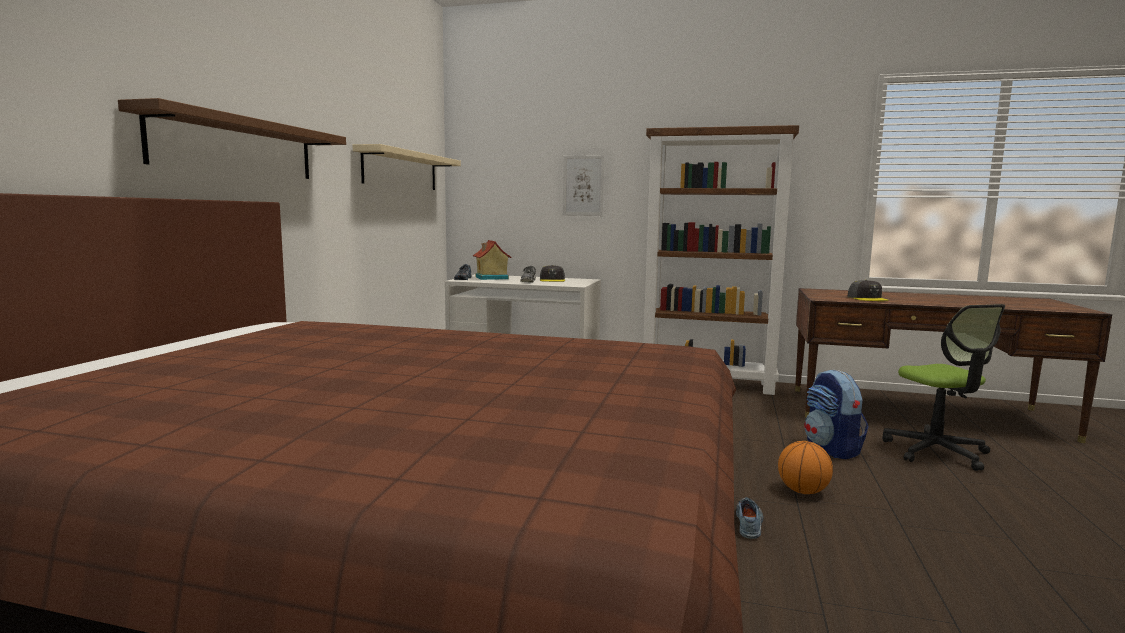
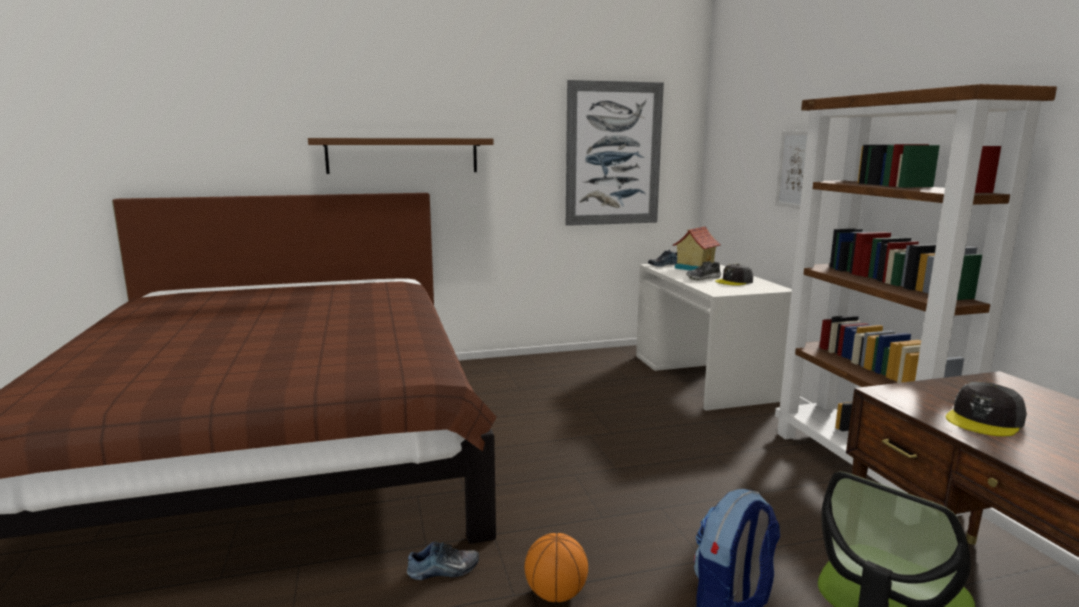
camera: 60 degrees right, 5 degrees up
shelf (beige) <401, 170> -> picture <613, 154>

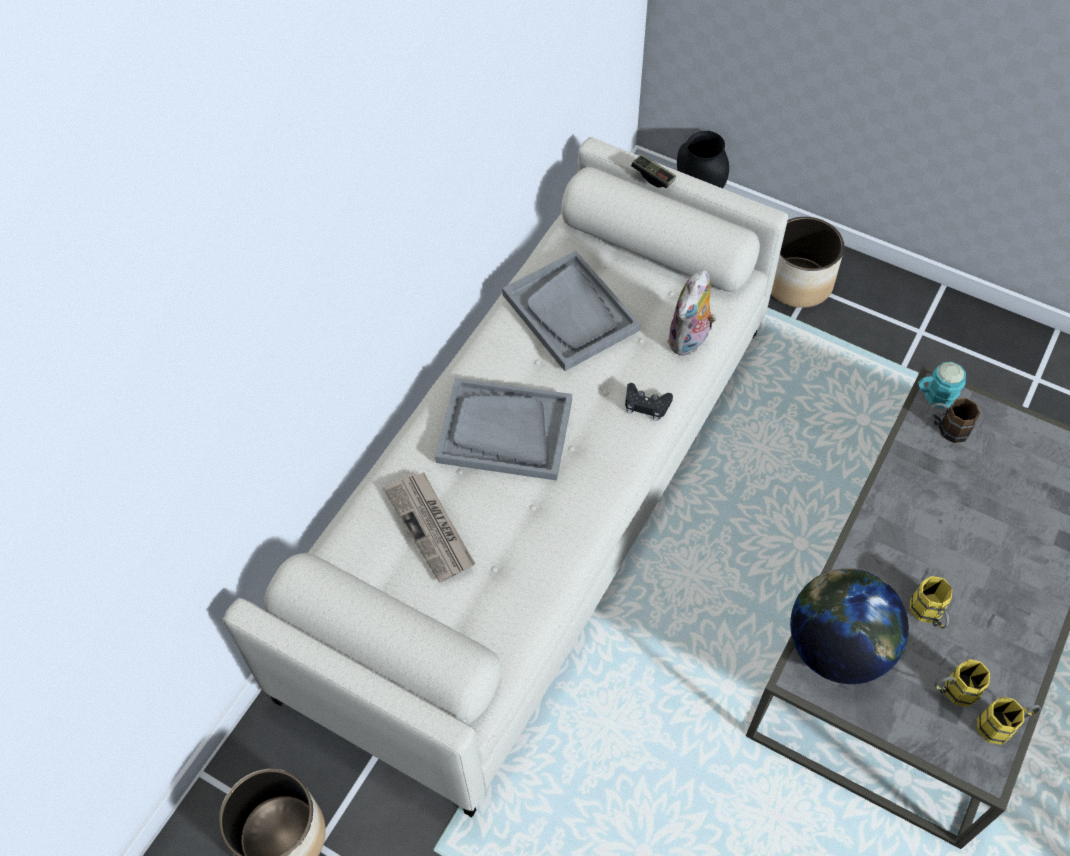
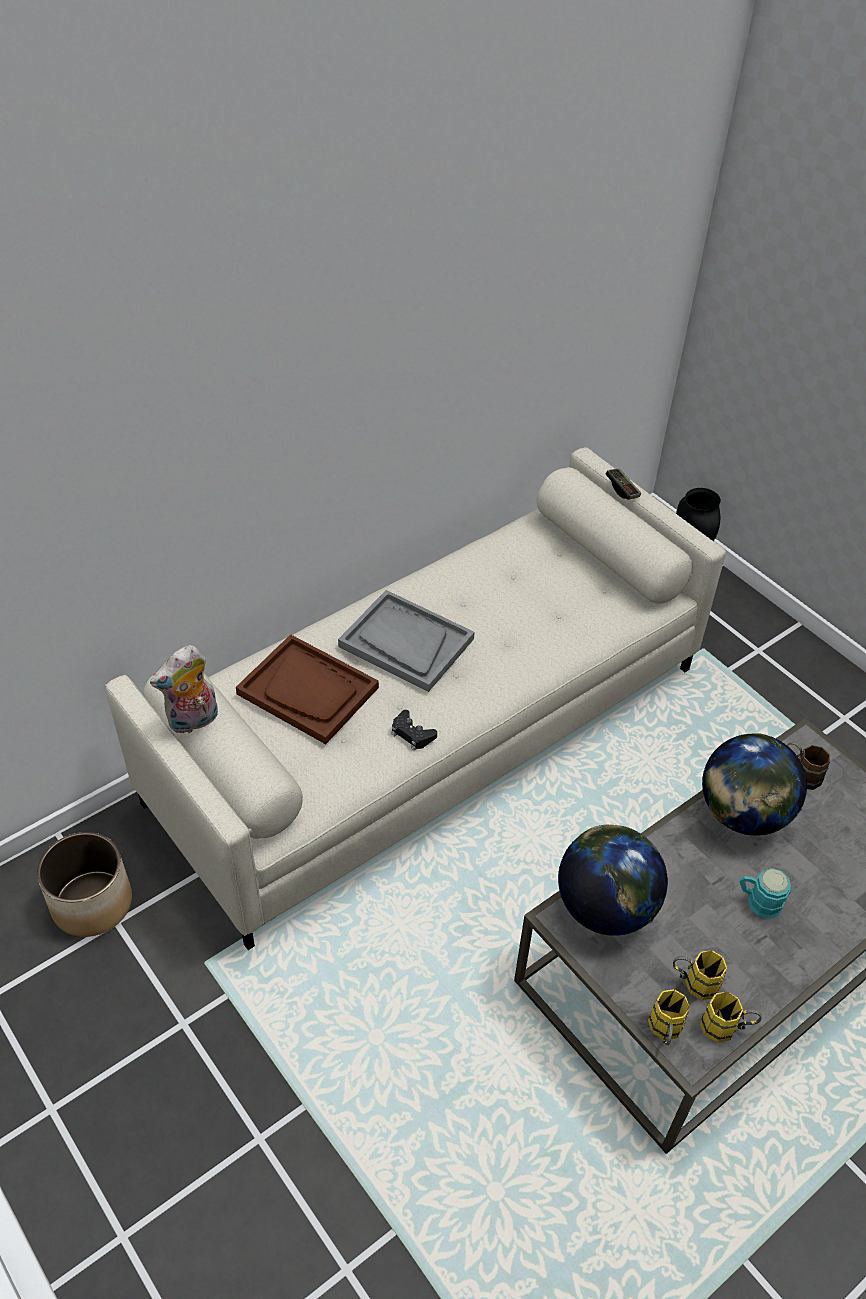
camera: 20 degrees right, 10 degrees down
tray (grey) <570, 313> -> none
planter <798, 282> -> none
none -> globe <742, 814>
game controller (black) <646, 405> -> game controller (black) <412, 734>, shifted
plush toy <689, 341> -> plush toy <193, 721>, shifted
mug (yellow) <929, 615> -> mug (yellow) <665, 1031>, shifted
mug (turquoise) <934, 395> -> mug (turquoise) <758, 901>, shifted
newspaper <431, 527> -> tray (brown) <308, 691>

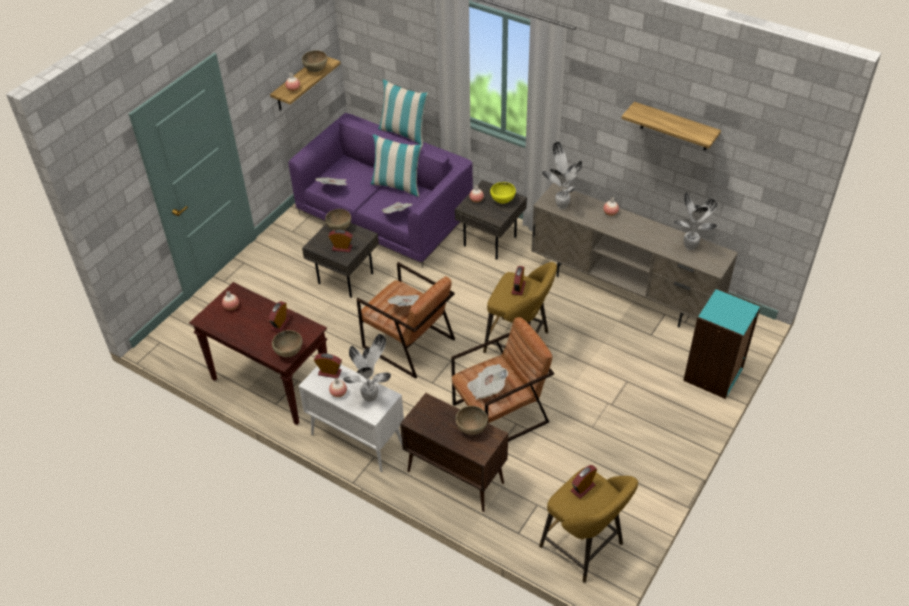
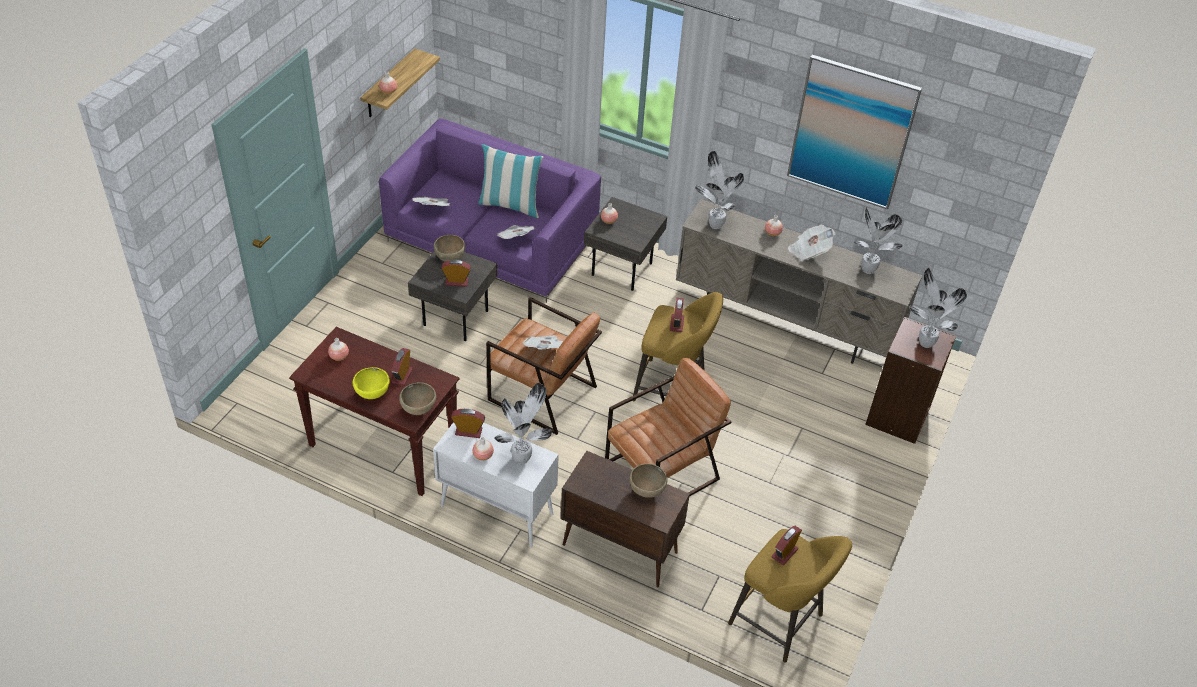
camera: 10 degrees left, 0 degrees up
bowl (brown) <316, 70> -> none
pillow <403, 133> -> none
none -> potted plant <924, 342>
newspaper <487, 388> -> newspaper <809, 251>, shifted
bowl (yellow) <502, 201> -> bowl (yellow) <372, 394>, shifted
shelf <674, 127> -> picture <851, 132>
bookcase (turquoise) <714, 375> -> bookcase (brown) <898, 416>

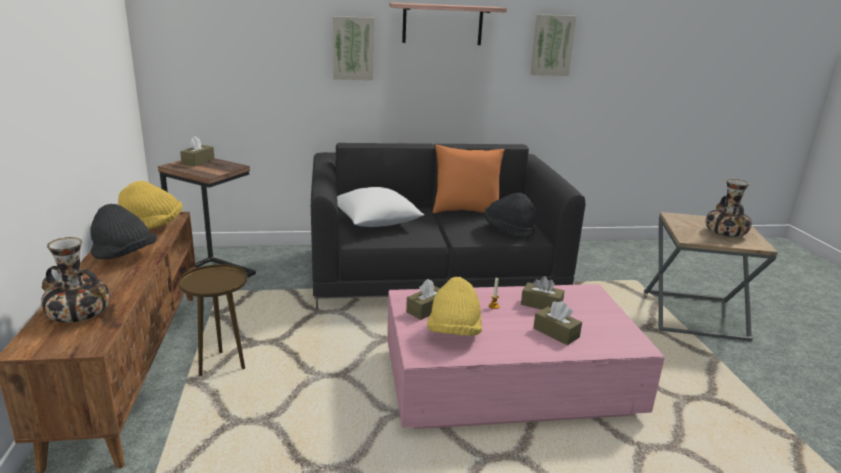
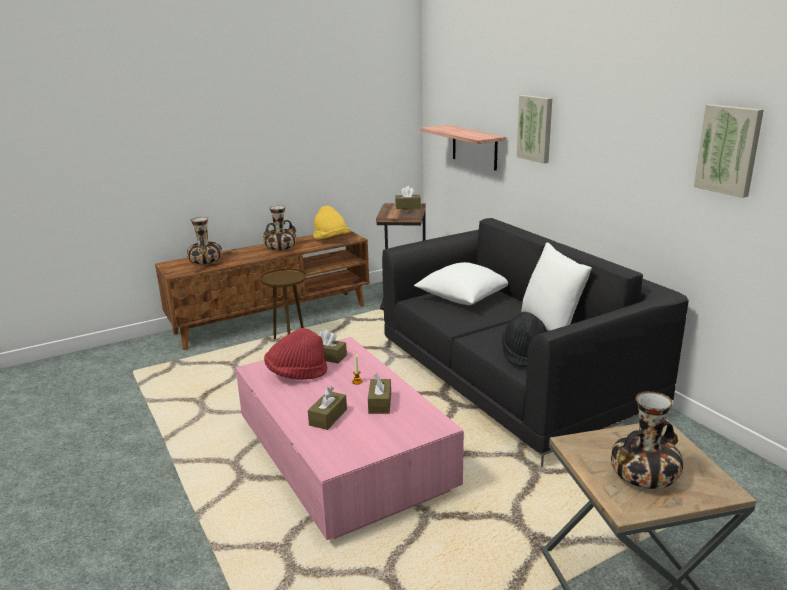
camera: 70 degrees right, 0 degrees up
shelf <442, 24> -> shelf <474, 147>, shifted
hat (black) <124, 256> -> vase <281, 248>
hat (yellow) <454, 333> -> hat (red) <296, 374>
pillow (orange) <465, 211> -> pillow (white) <551, 325>

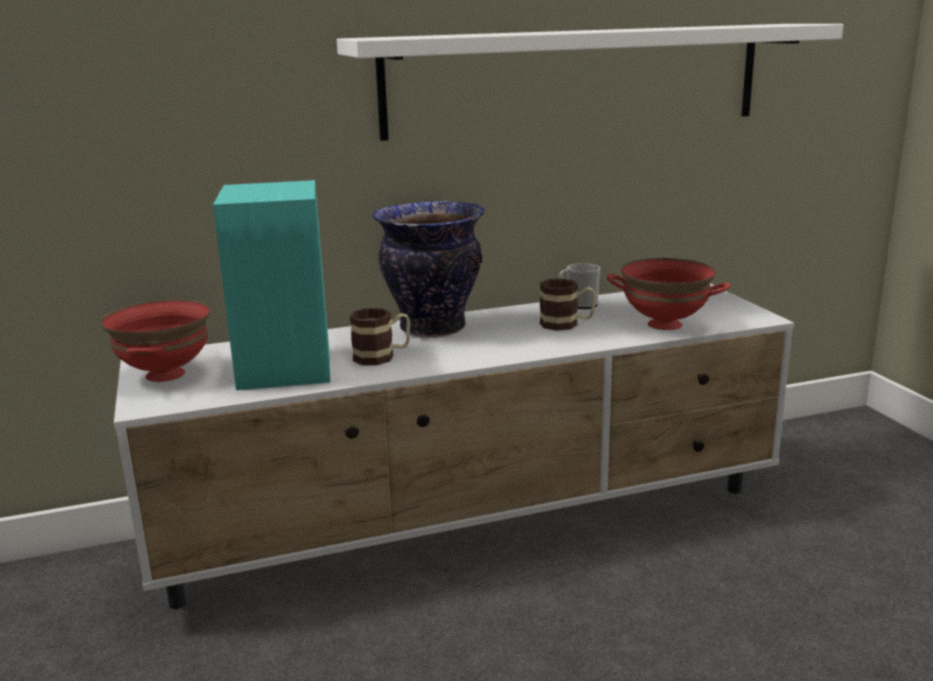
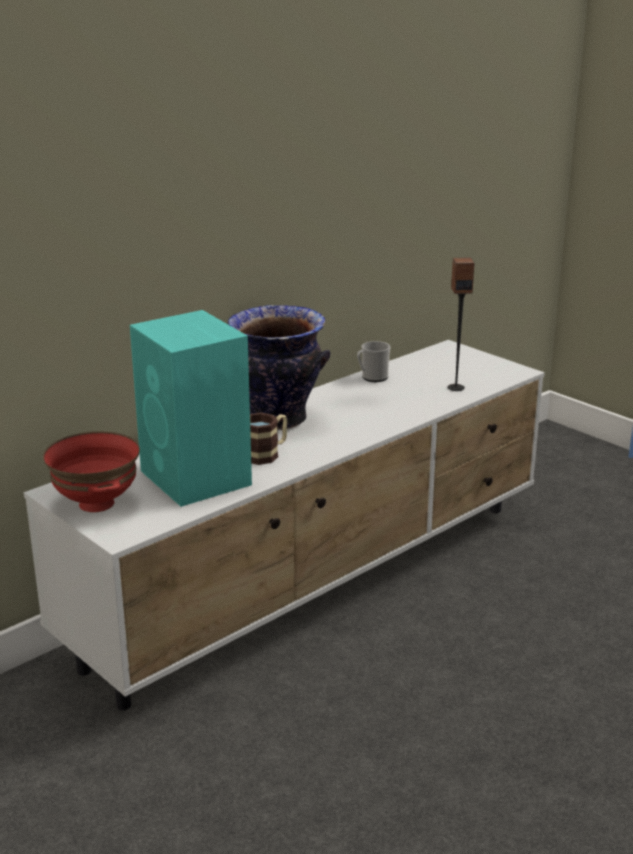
camera: 25 degrees left, 5 degrees up
shelf (white) <576, 79> -> none
mug <567, 324> -> none
bowl (red) <665, 324> -> speaker <456, 387>

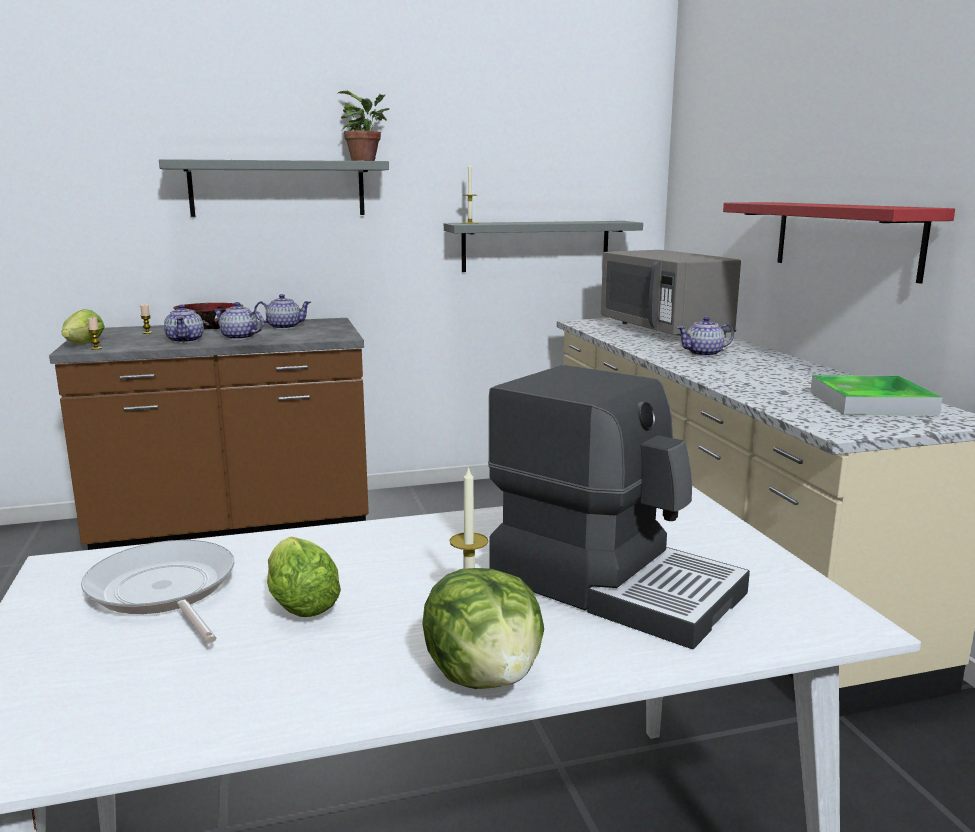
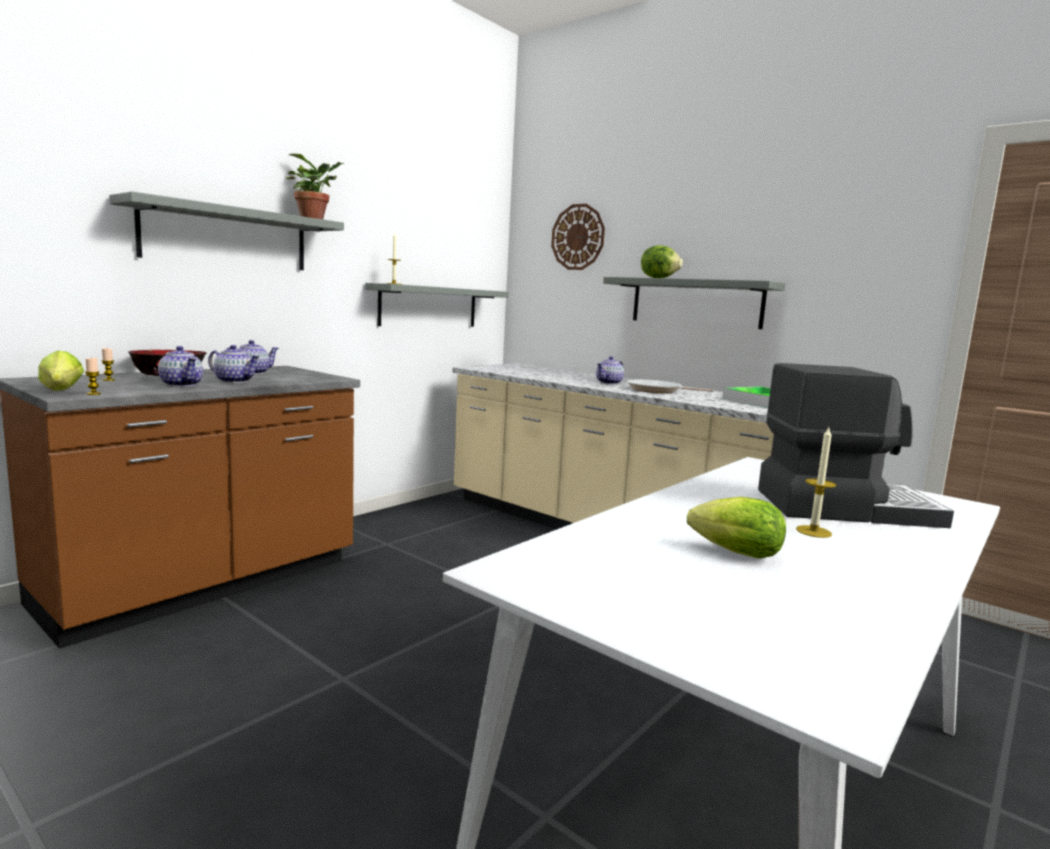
camera: 35 degrees left, 5 degrees down
microwave (grey) <664, 330> -> none
none -> wall clock <578, 237>
frying pan <164, 591> -> frying pan <657, 390>, shifted
lettuce <486, 676> -> lettuce <659, 278>, shifted
shelf (red) <846, 238> -> shelf (grey) <696, 302>
teapot <239, 337> -> teapot <234, 381>, 150 degrees counterclockwise

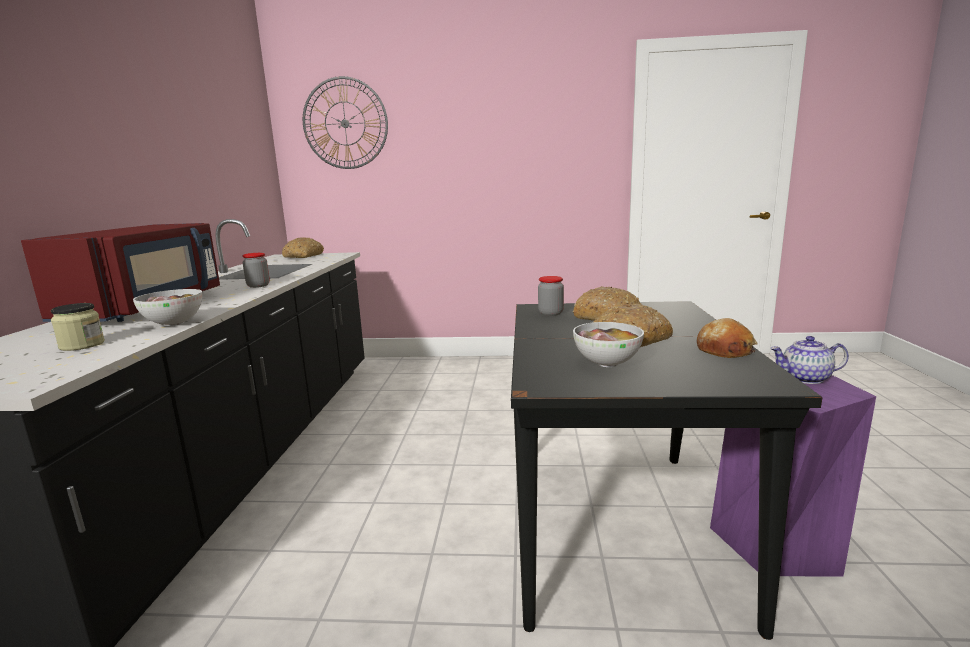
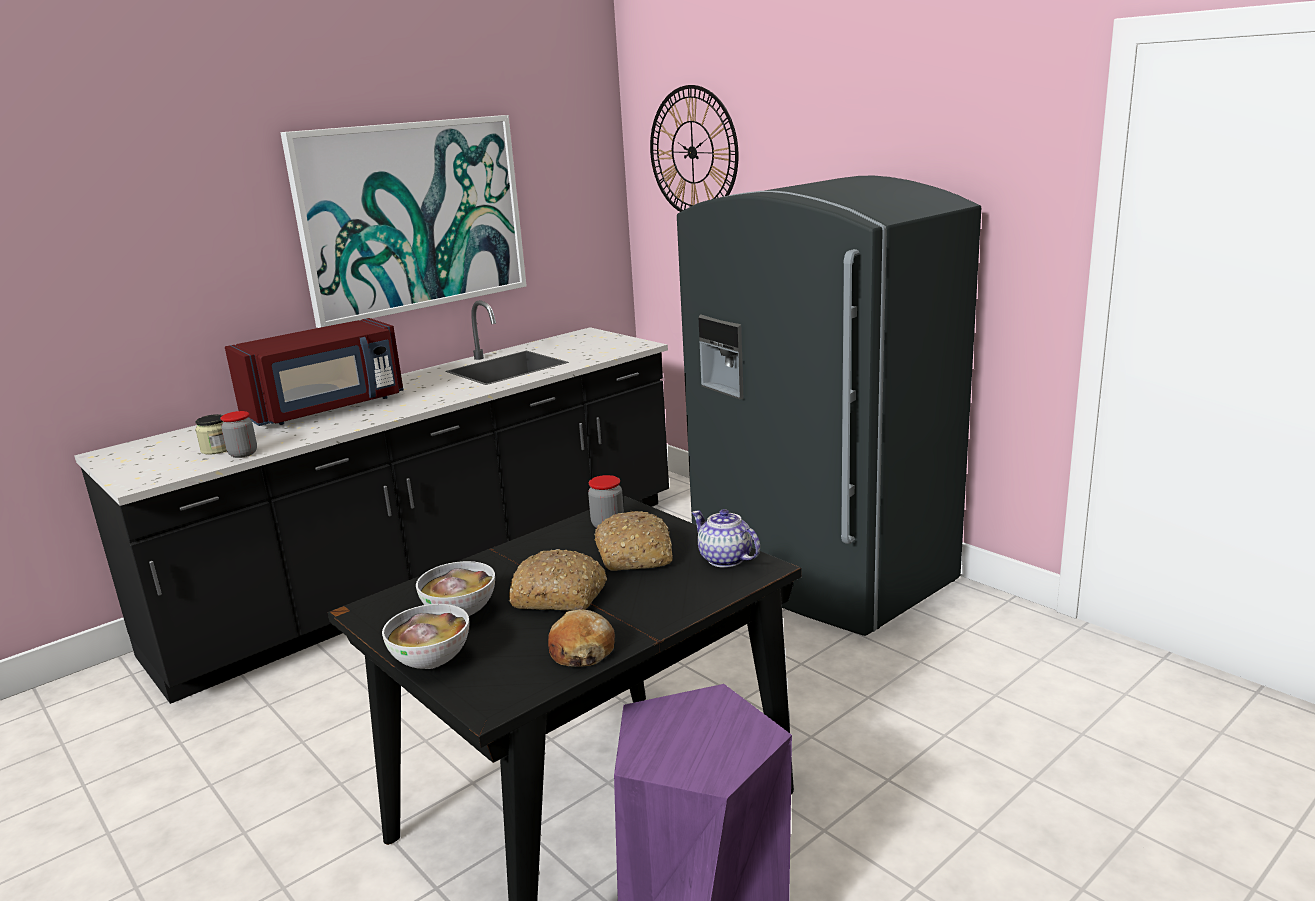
camera: 45 degrees right, 5 degrees up
bread <303, 256> -> none
none -> picture <413, 216>
none -> fridge (grey) <819, 574>
bowl <174, 323> -> bowl <432, 661>, shifted
jar <258, 286> -> jar <243, 454>, shifted
teapot <805, 378> -> teapot <724, 559>, shifted

